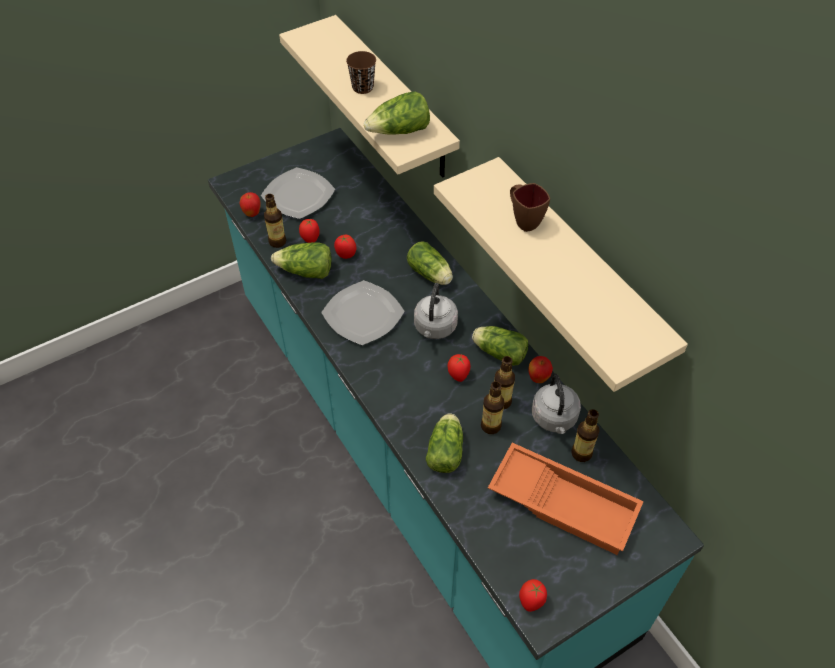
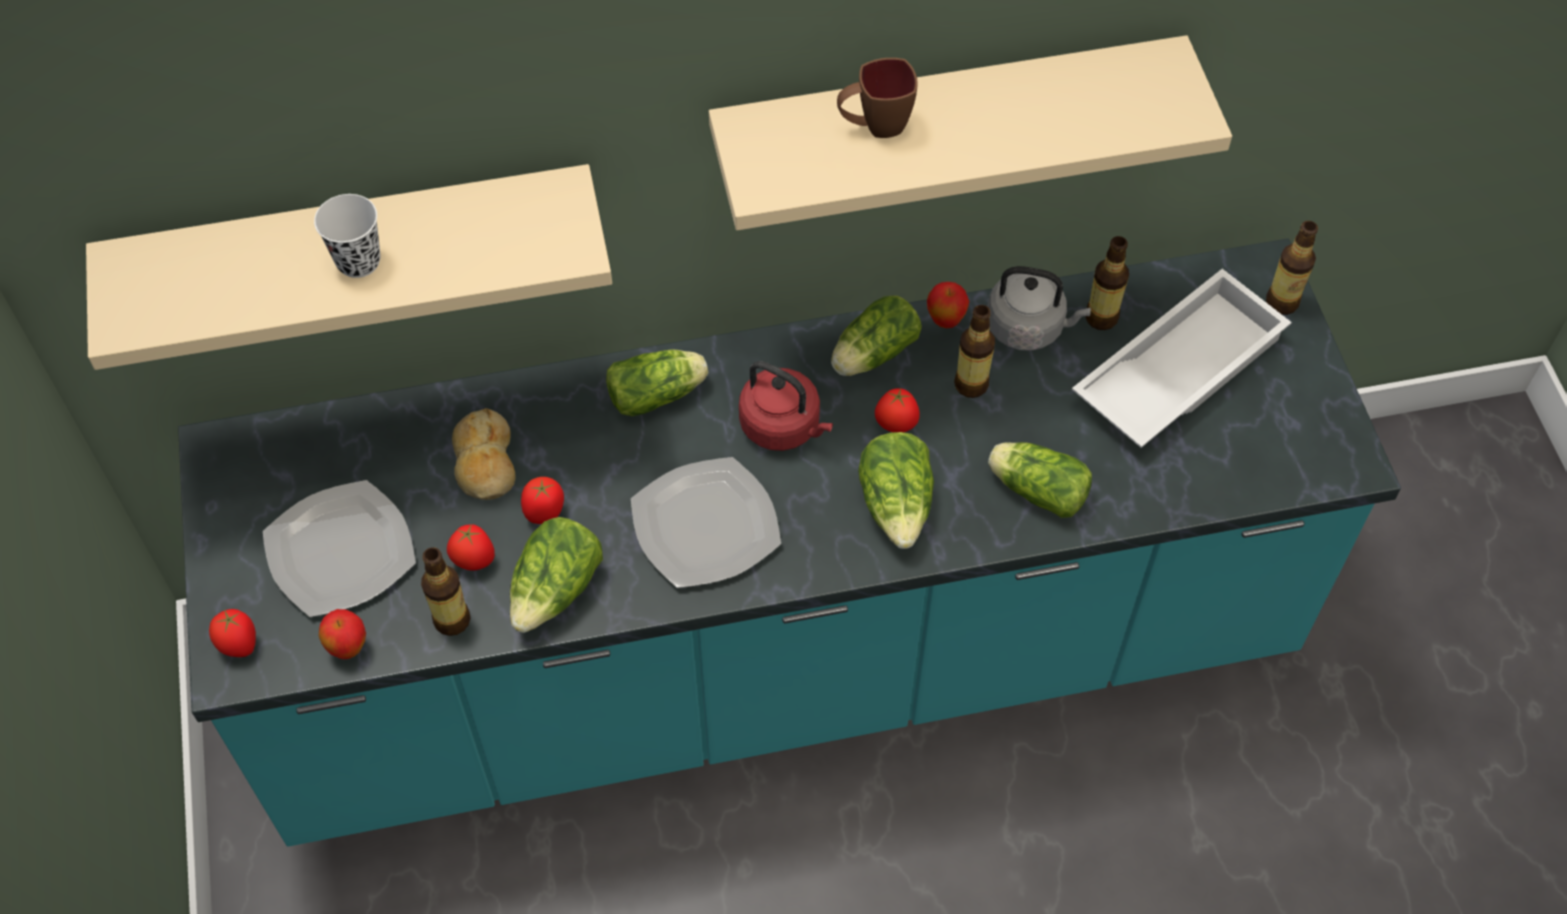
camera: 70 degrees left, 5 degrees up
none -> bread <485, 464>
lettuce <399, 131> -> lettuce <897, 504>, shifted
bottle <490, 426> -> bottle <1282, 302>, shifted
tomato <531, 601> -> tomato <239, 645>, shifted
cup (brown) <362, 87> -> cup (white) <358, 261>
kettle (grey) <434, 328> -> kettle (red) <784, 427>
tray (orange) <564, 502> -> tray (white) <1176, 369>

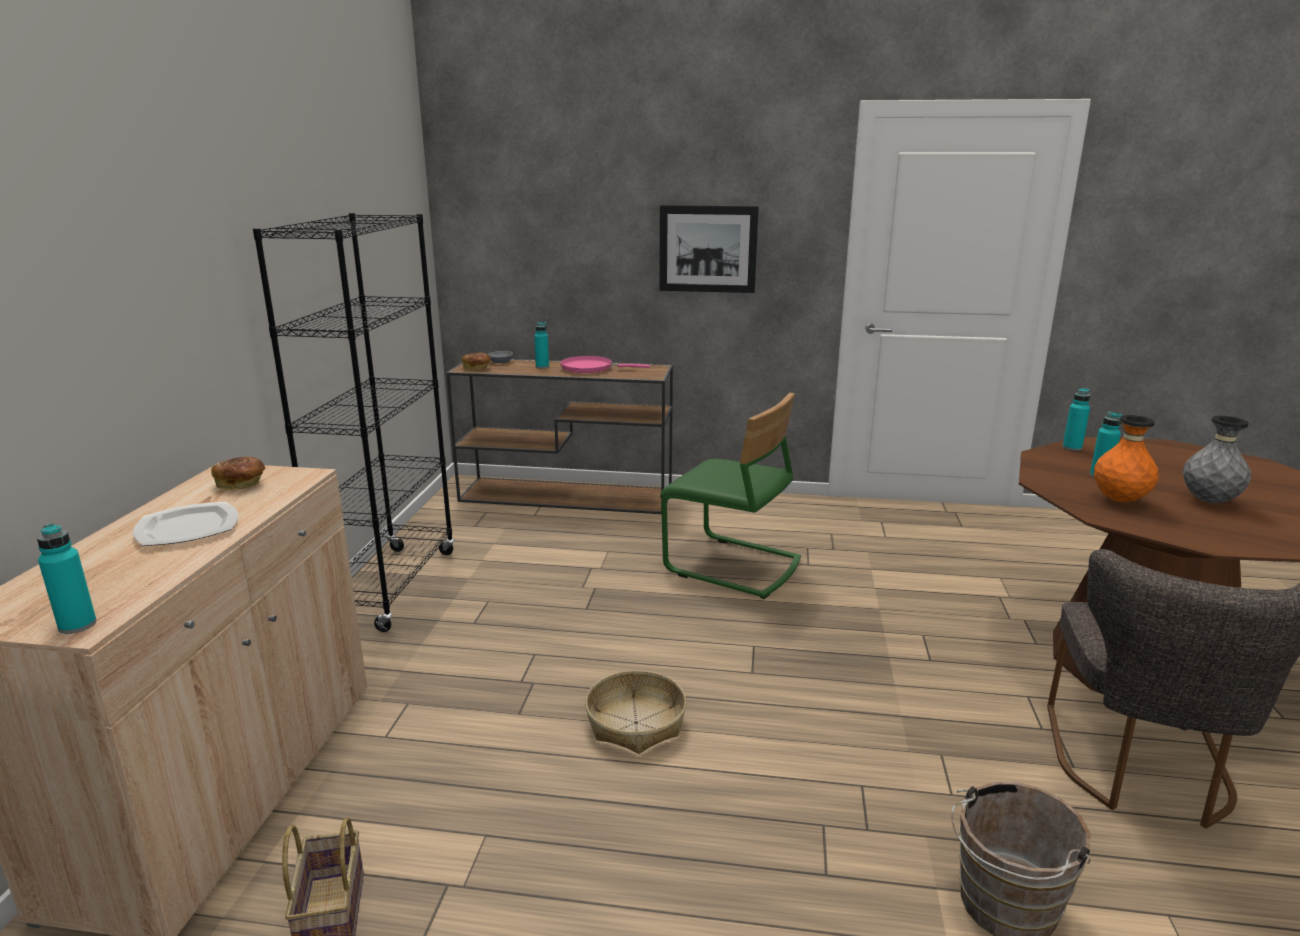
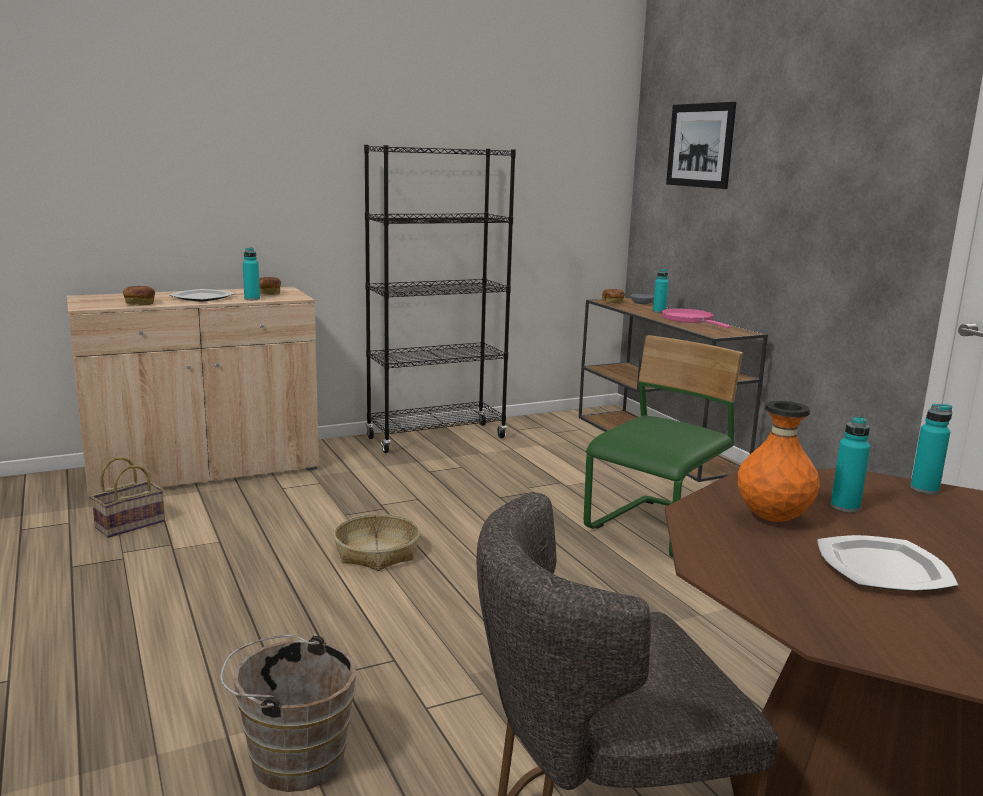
camera: 55 degrees right, 5 degrees down
none -> bread <139, 303>
bottle (turquoise) <77, 625> -> bottle (turquoise) <252, 299>, shifted
picture <708, 249> -> picture <700, 145>, shifted
vase (grey) <1209, 501> -> plate <884, 568>
chair (green) <732, 566> -> chair (green) <659, 530>, 135 degrees counterclockwise

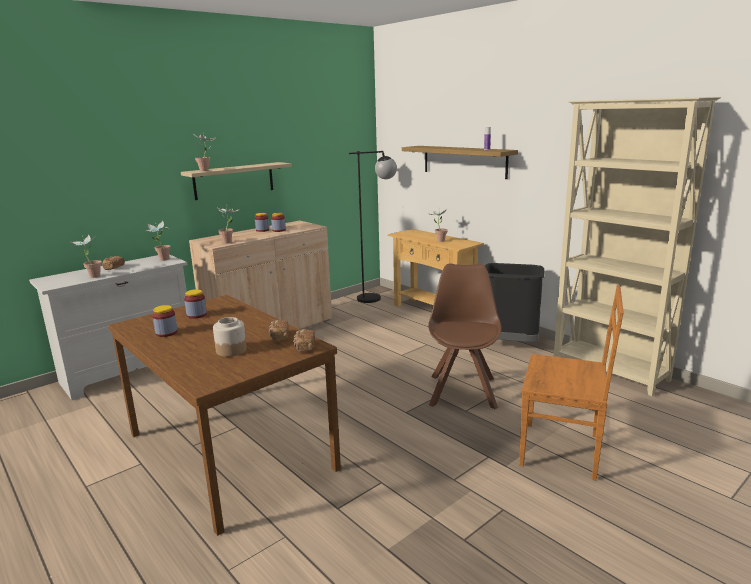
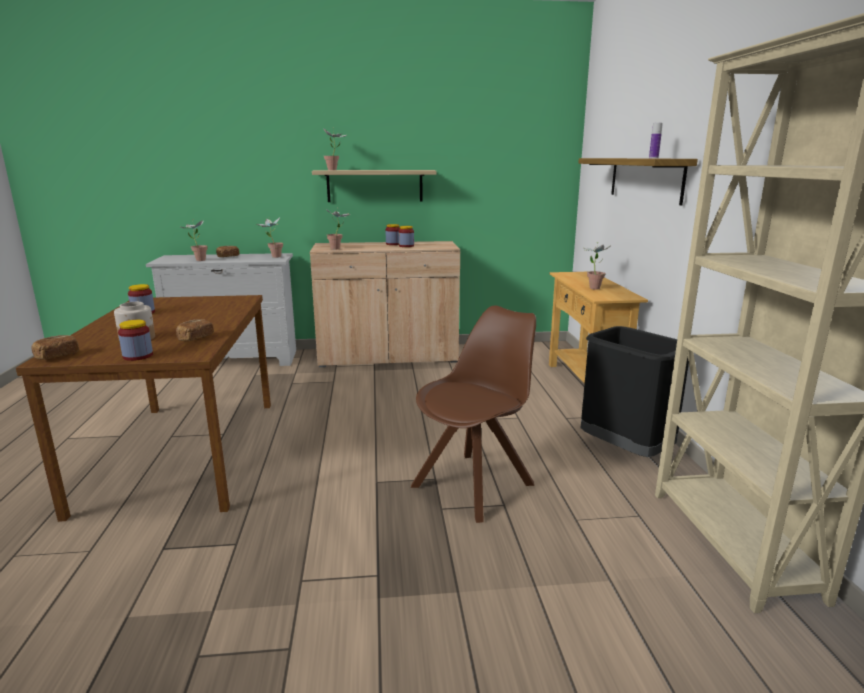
camera: 35 degrees right, 0 degrees up
floor lamp (black) <377, 297> -> none
chair (brown) <562, 450> -> none
jar <196, 315> -> jar <138, 356>, shifted
bread <304, 347> -> bread <57, 356>, shifted

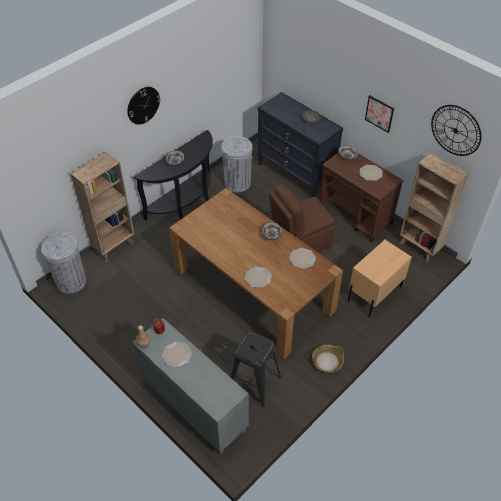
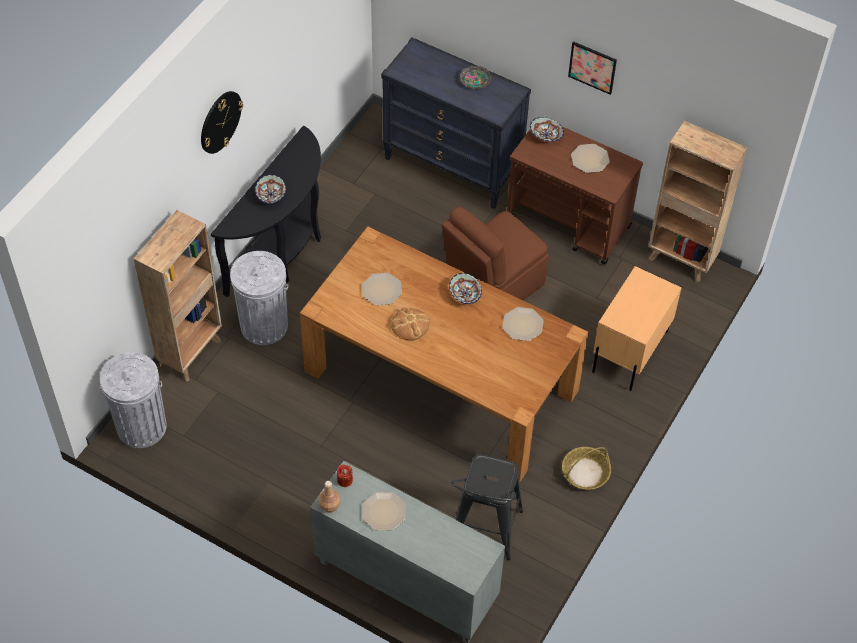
camera: 15 degrees left, 5 degrees up
wall clock <455, 130> -> none
none -> bread <410, 325>
trash can (grey) <237, 183> -> trash can (grey) <264, 325>, shifted
plate <258, 278> -> plate <382, 290>, shifted

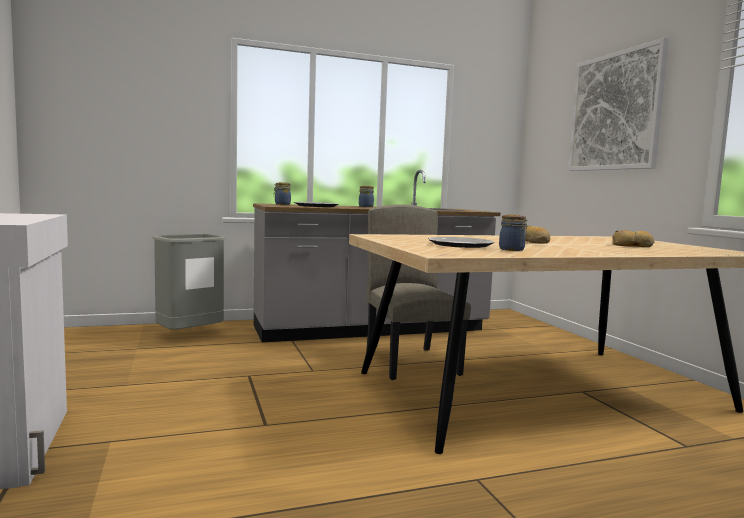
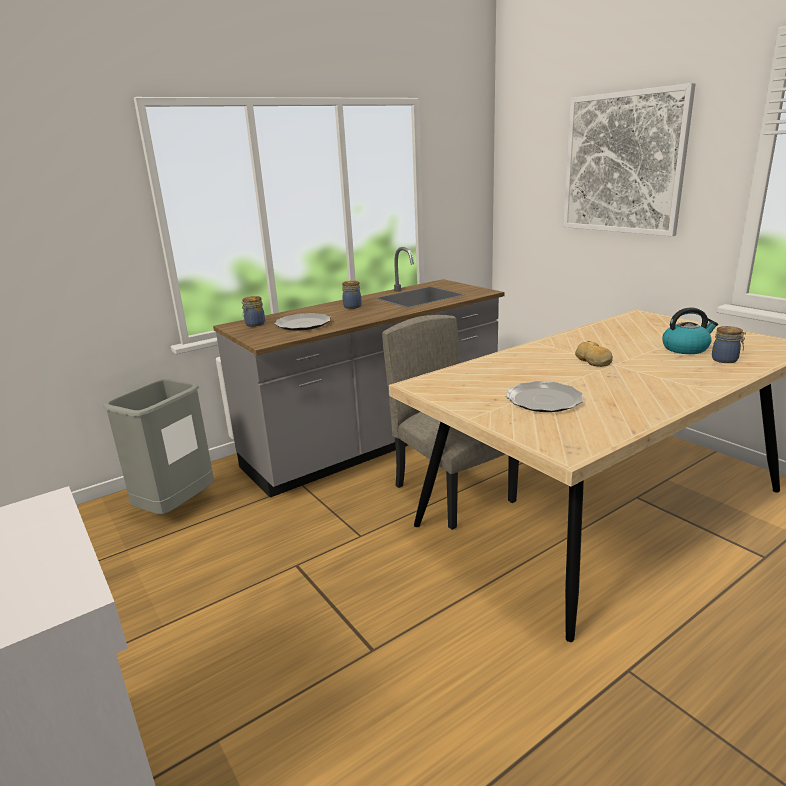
camera: 15 degrees left, 15 degrees up
jar <512, 250> -> jar <725, 360>, shifted
bread <632, 246> -> kettle <686, 348>

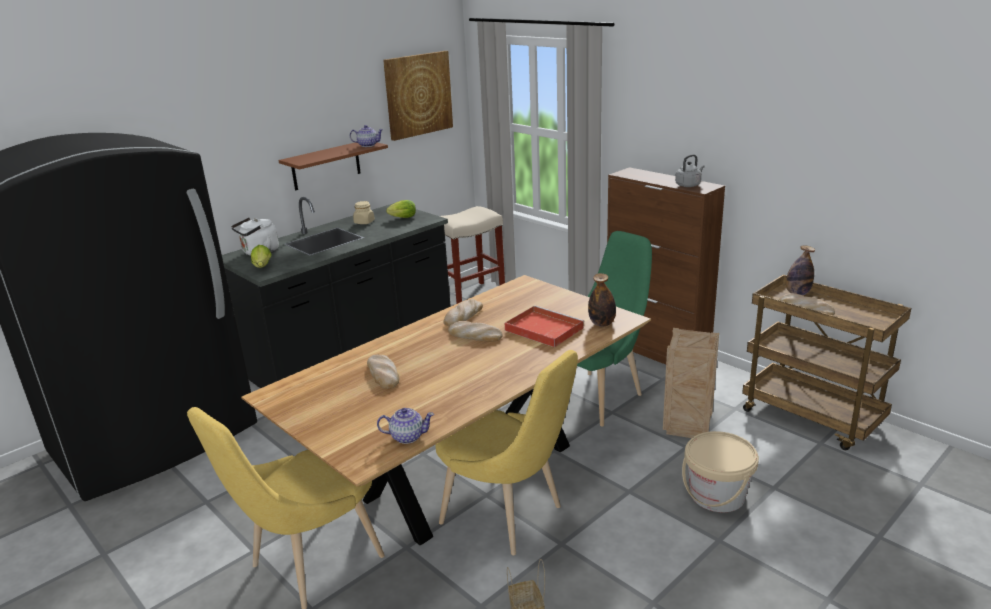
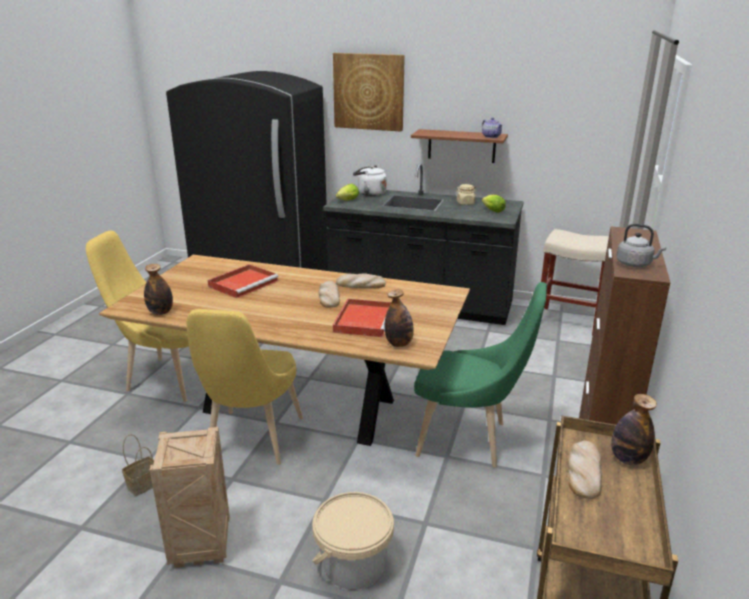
camera: 60 degrees right, 0 degrees up
picture <418, 94> -> picture <368, 92>, shifted
crate <688, 427> -> crate <199, 547>, shifted
bread <384, 374> -> tray (red) <244, 283>
teapot <407, 436> -> bottle <161, 312>

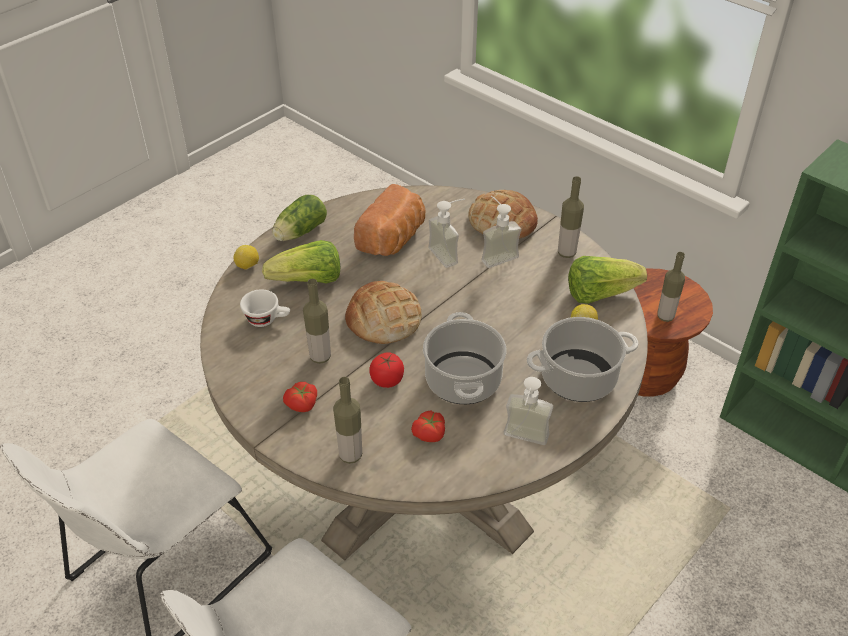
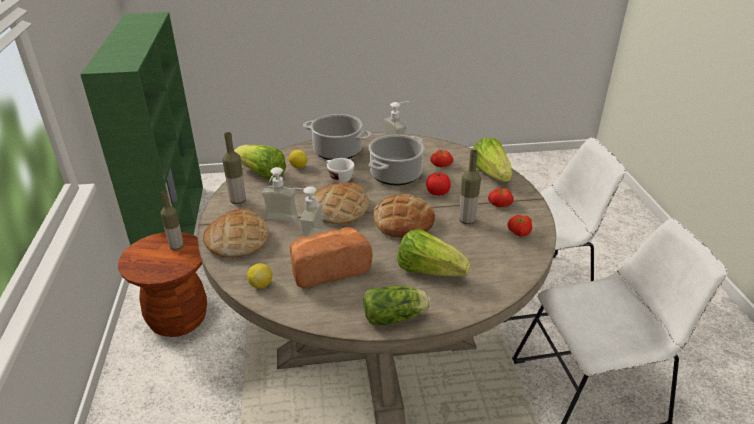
camera: 140 degrees left, 10 degrees down
none -> bread <339, 209>
none -> tomato <518, 232>
lemon <248, 266> -> lemon <261, 284>, shifted
cup (white) <267, 319> -> cup (white) <338, 178>, shifted
bottle <350, 455> -> lettuce <491, 174>

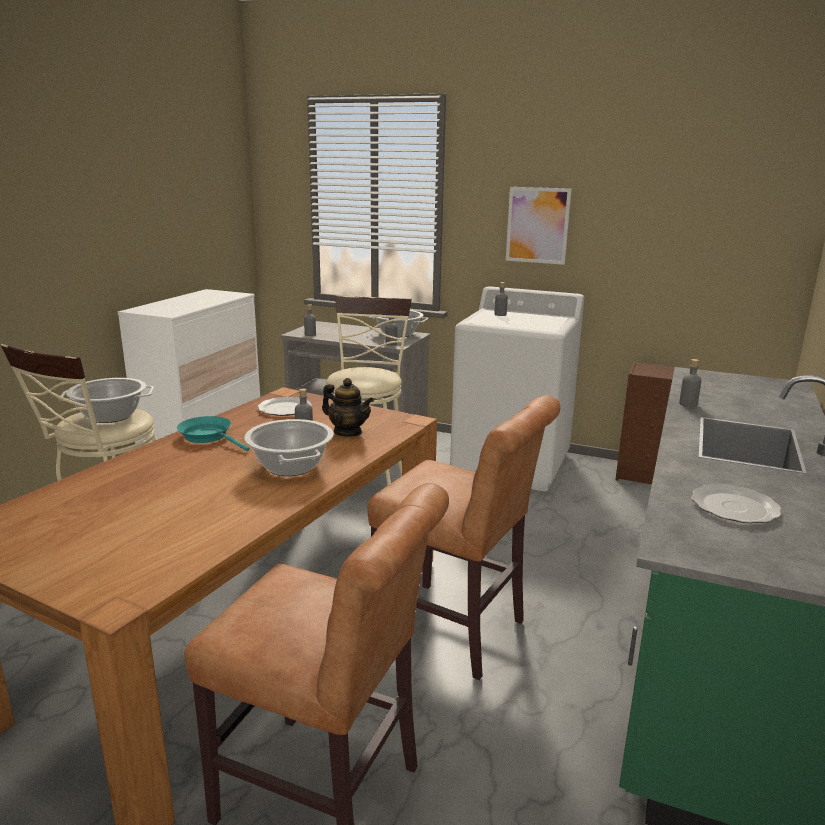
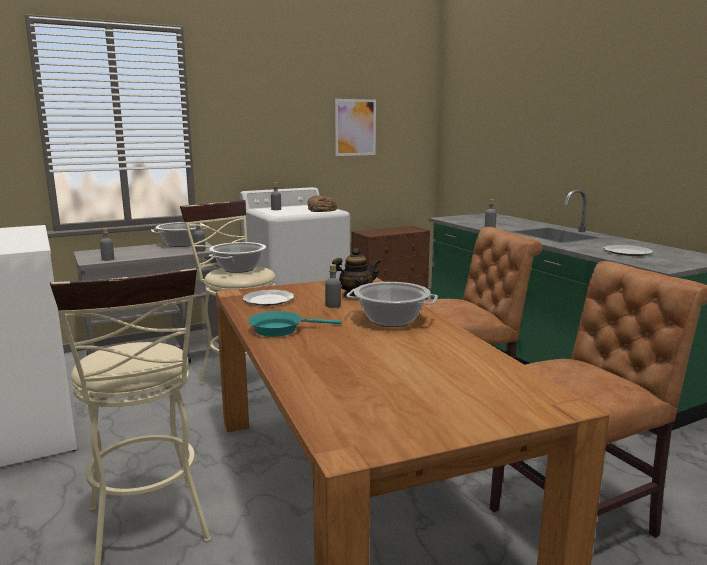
camera: 50 degrees left, 5 degrees down
none -> bread <321, 209>
cooking pot <111, 416> -> cooking pot <239, 269>, shifted
picture <537, 225> -> picture <355, 127>, shifted

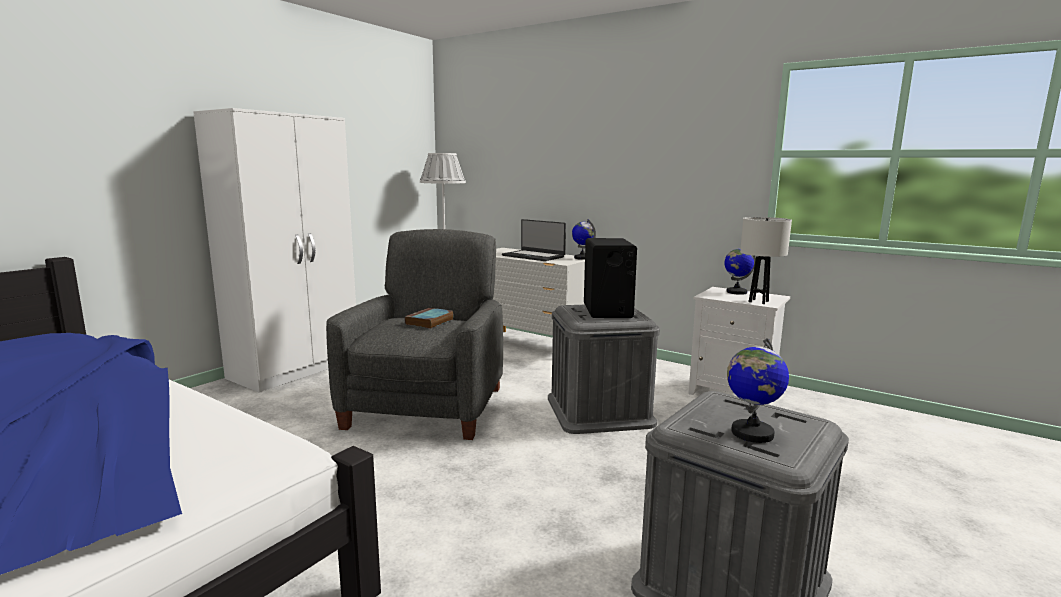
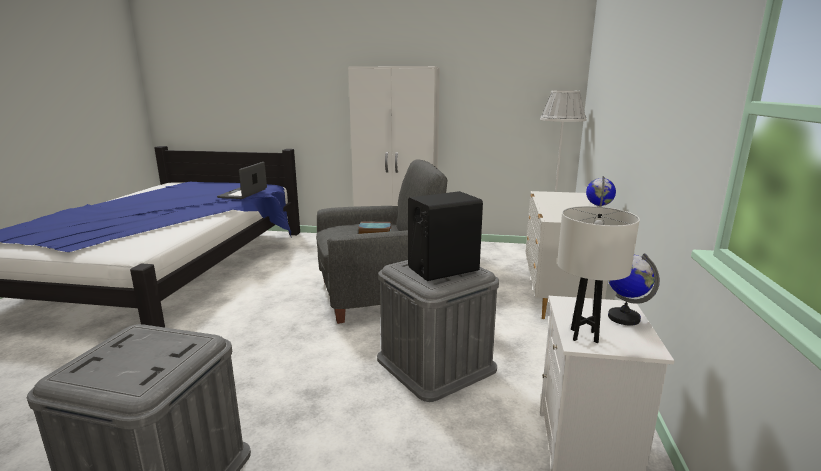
camera: 65 degrees right, 5 degrees up
globe <751, 433> -> none
laptop <533, 256> -> laptop <243, 193>, shifted

